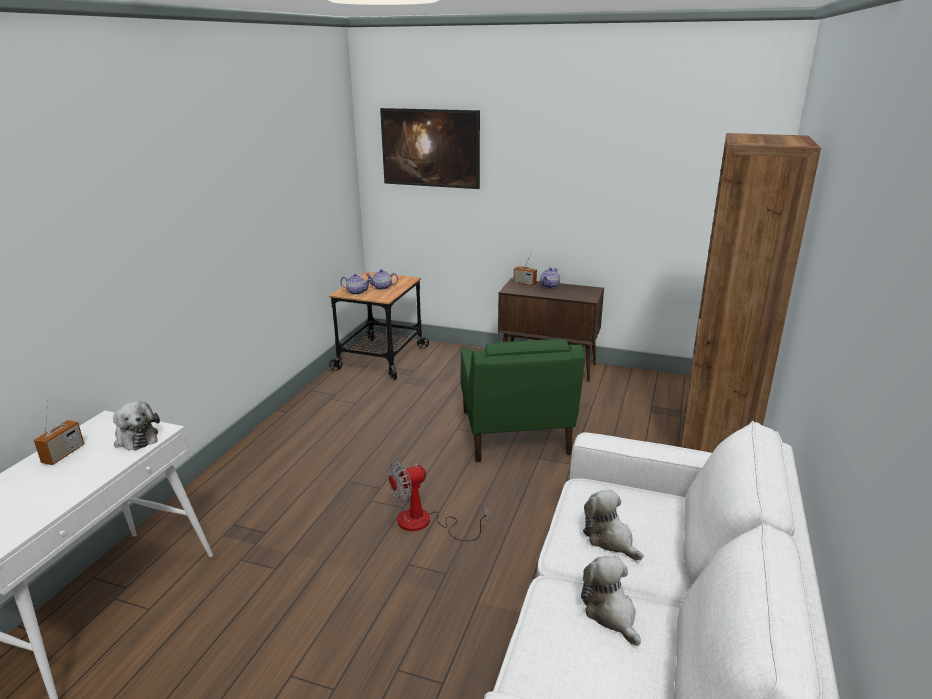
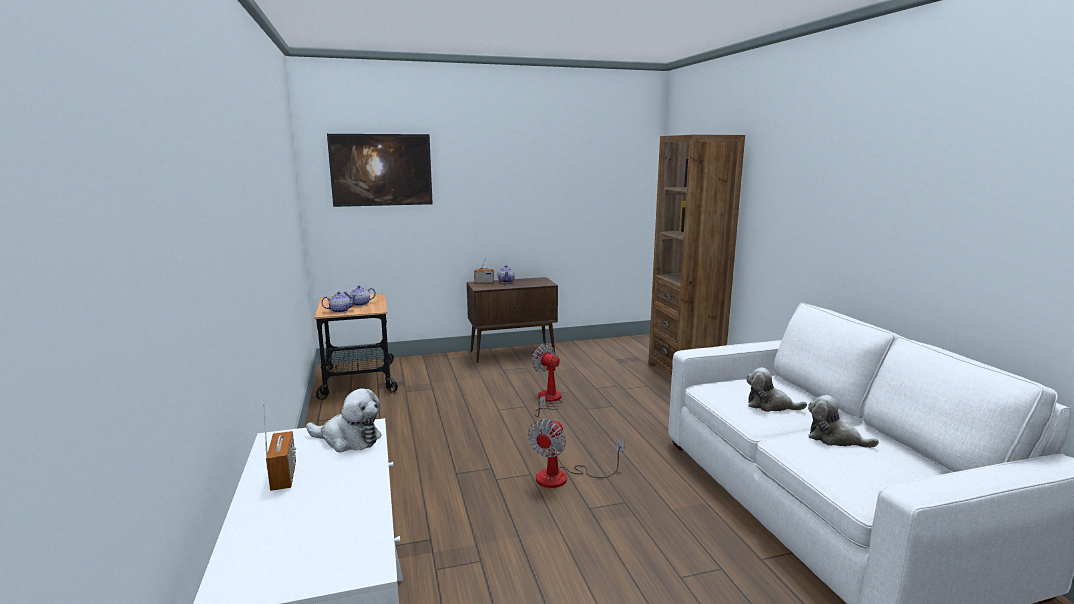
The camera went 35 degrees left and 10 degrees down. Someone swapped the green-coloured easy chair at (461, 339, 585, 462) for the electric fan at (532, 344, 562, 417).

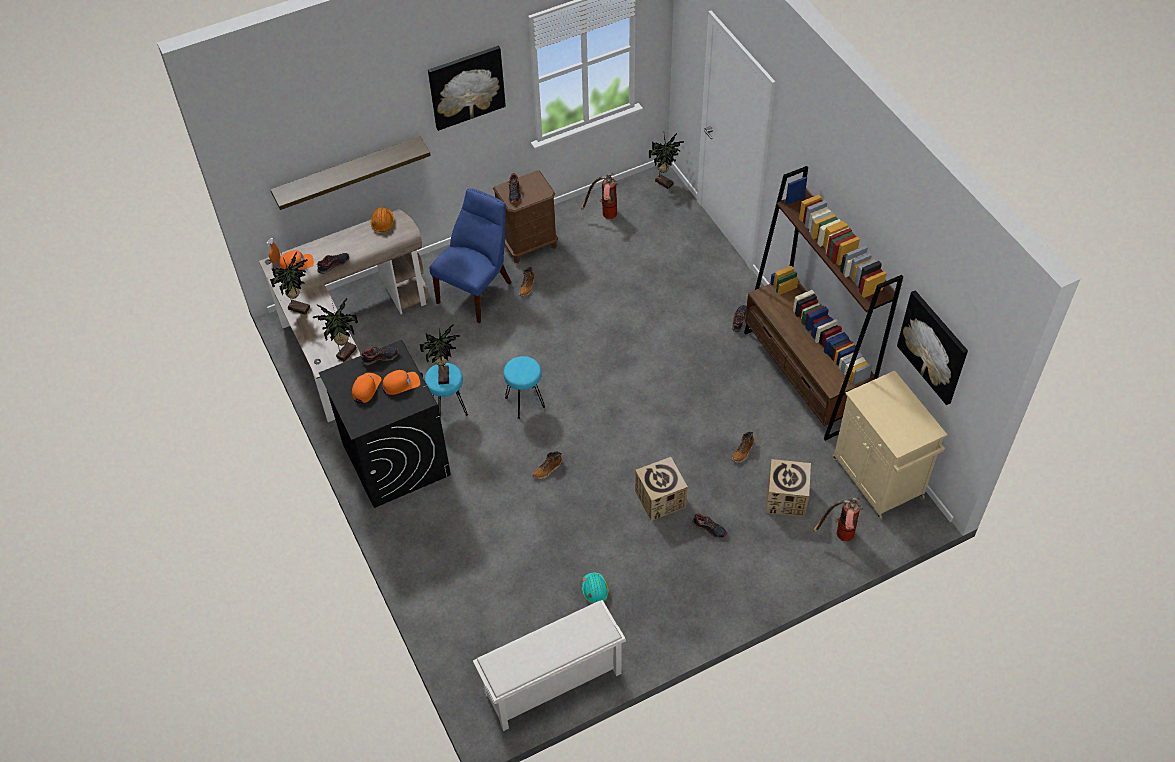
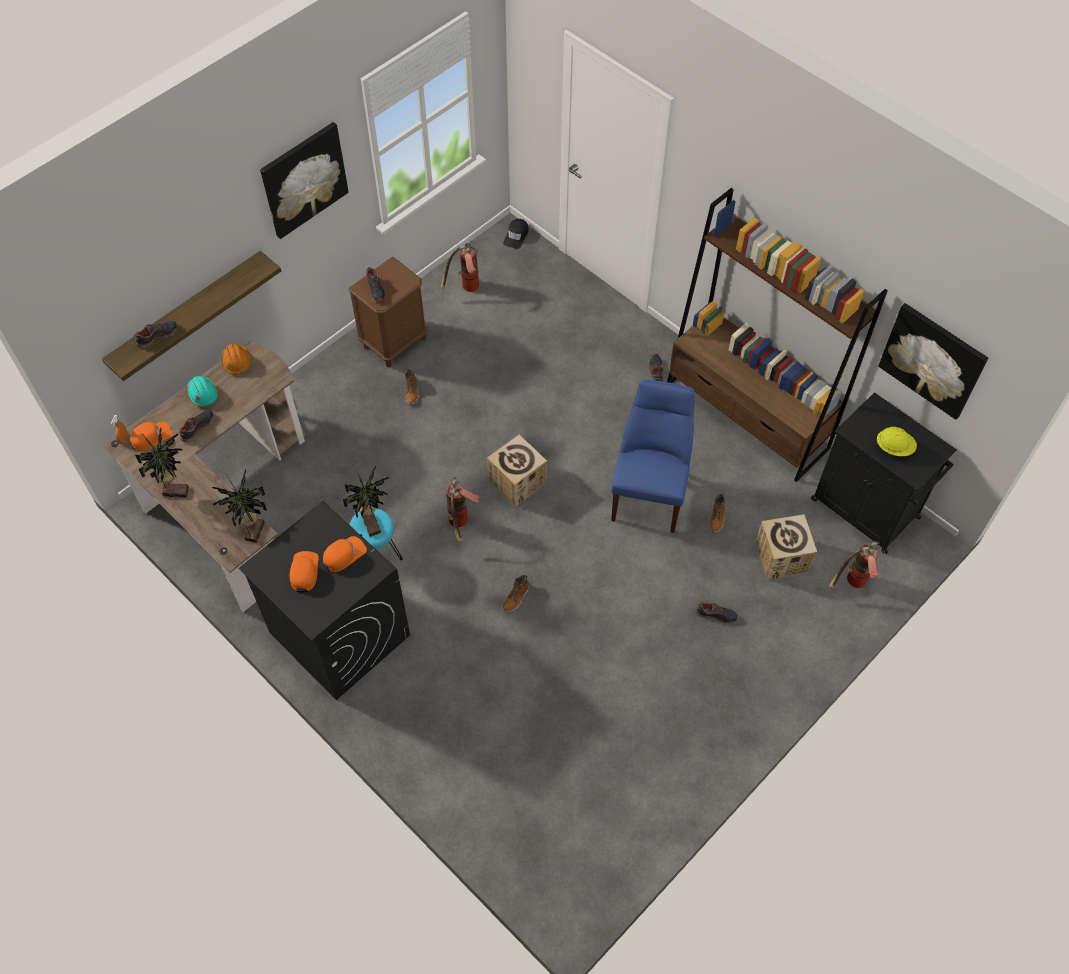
The camera went 20 degrees left and 5 degrees up. Someone took away the white shoe shelf at (473, 600, 626, 731). Someone put down the yellow hard hat at (877, 427, 917, 456). Someone carried the low shoe from (360, 347, 398, 365) to (134, 321, 178, 348). Someone carried the bluish chair from (429, 188, 512, 323) to (611, 380, 695, 533). Someone carried the turquoise hard hat from (582, 572, 609, 604) to (187, 376, 218, 407). Someone carried the carton from (635, 457, 688, 521) to (487, 435, 547, 507). Someone swapped the turquoise sitting stool at (504, 356, 545, 419) for the extinguisher at (446, 477, 479, 543). Someone swapped the houseplant at (649, 133, 684, 189) for the blackish cap at (503, 219, 529, 249). Someone repainted the beige-coloured cupboard at (832, 371, 947, 520), which became the blackish cupboard at (811, 392, 956, 554).

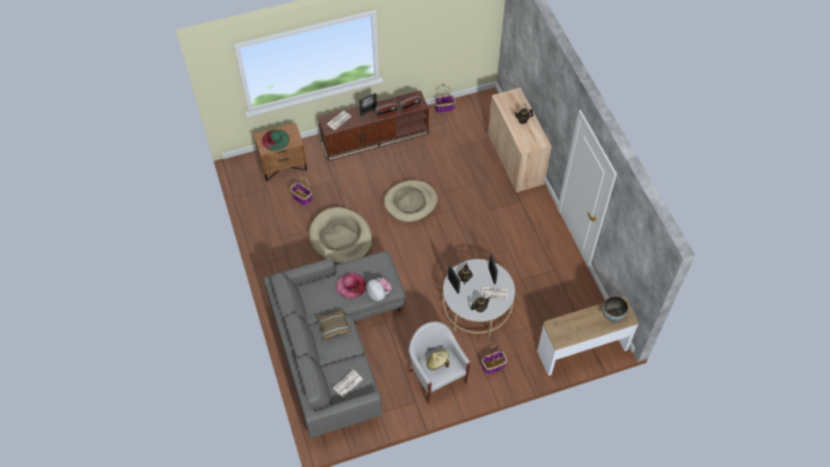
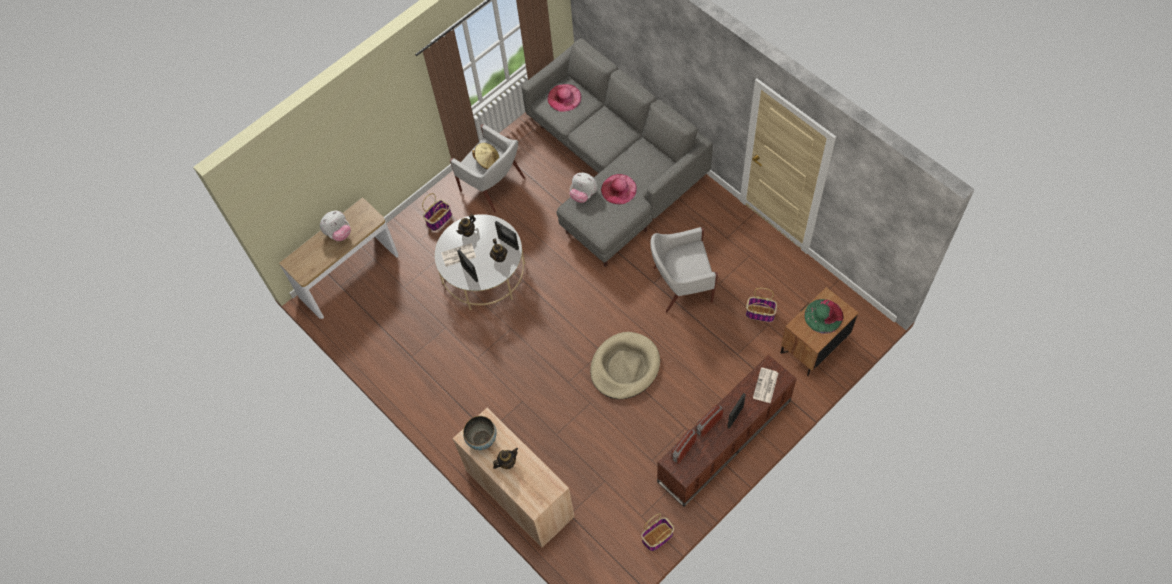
The camera went 160 degrees right and 5 degrees up. Someone took away the pillow at (316, 309, 351, 341). Someone put down the soft toy at (320, 211, 351, 241). Someone carried the deep dish from (602, 296, 628, 322) to (463, 416, 496, 450). Someone swapped the beige-coloured dog bed at (309, 207, 373, 264) for the white easy chair at (650, 227, 718, 312). Someone swapped the daily paper at (333, 370, 363, 397) for the pink-coloured clothing hat at (547, 84, 581, 112).

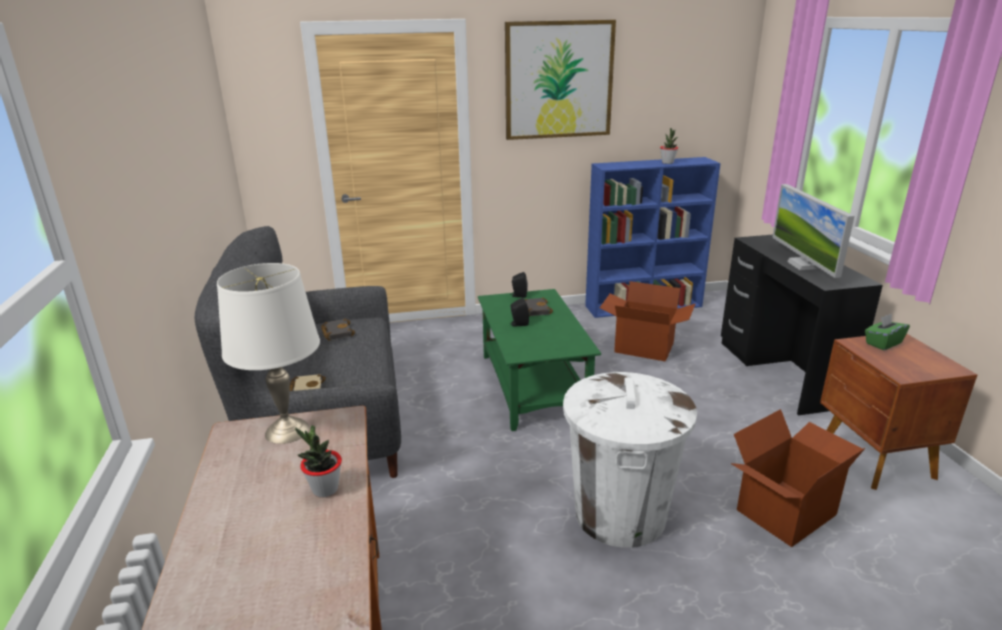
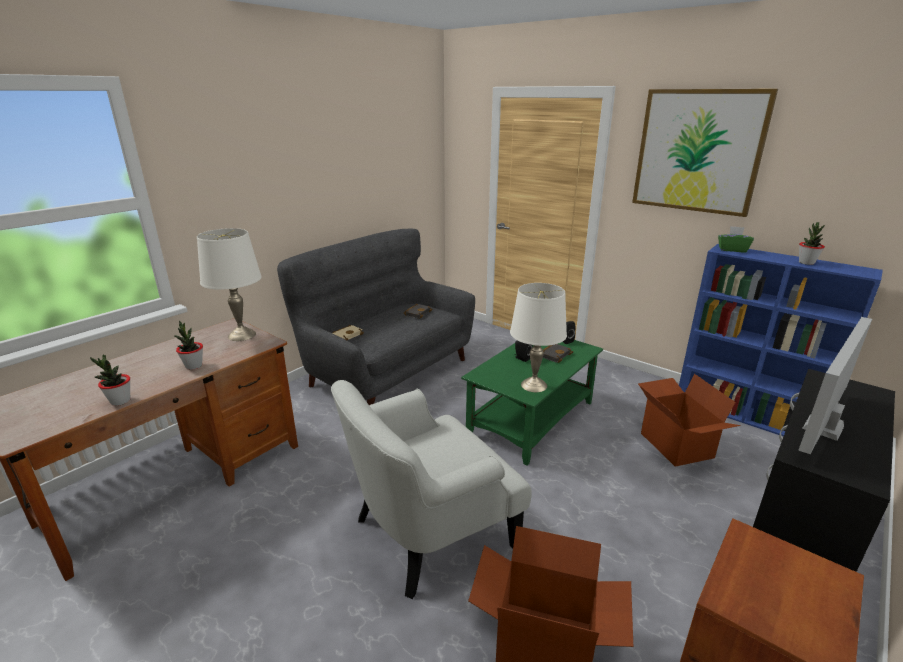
The camera went 50 degrees right and 0 degrees up. Someone put down the houseplant at (90, 355, 130, 406). Someone put down the white table lamp at (510, 283, 567, 392). Someone carried the green-coloured tissue holder from (865, 314, 910, 350) to (718, 226, 754, 252). Someone swapped the white rubbish bin at (563, 372, 697, 548) for the white easy chair at (331, 380, 532, 599).

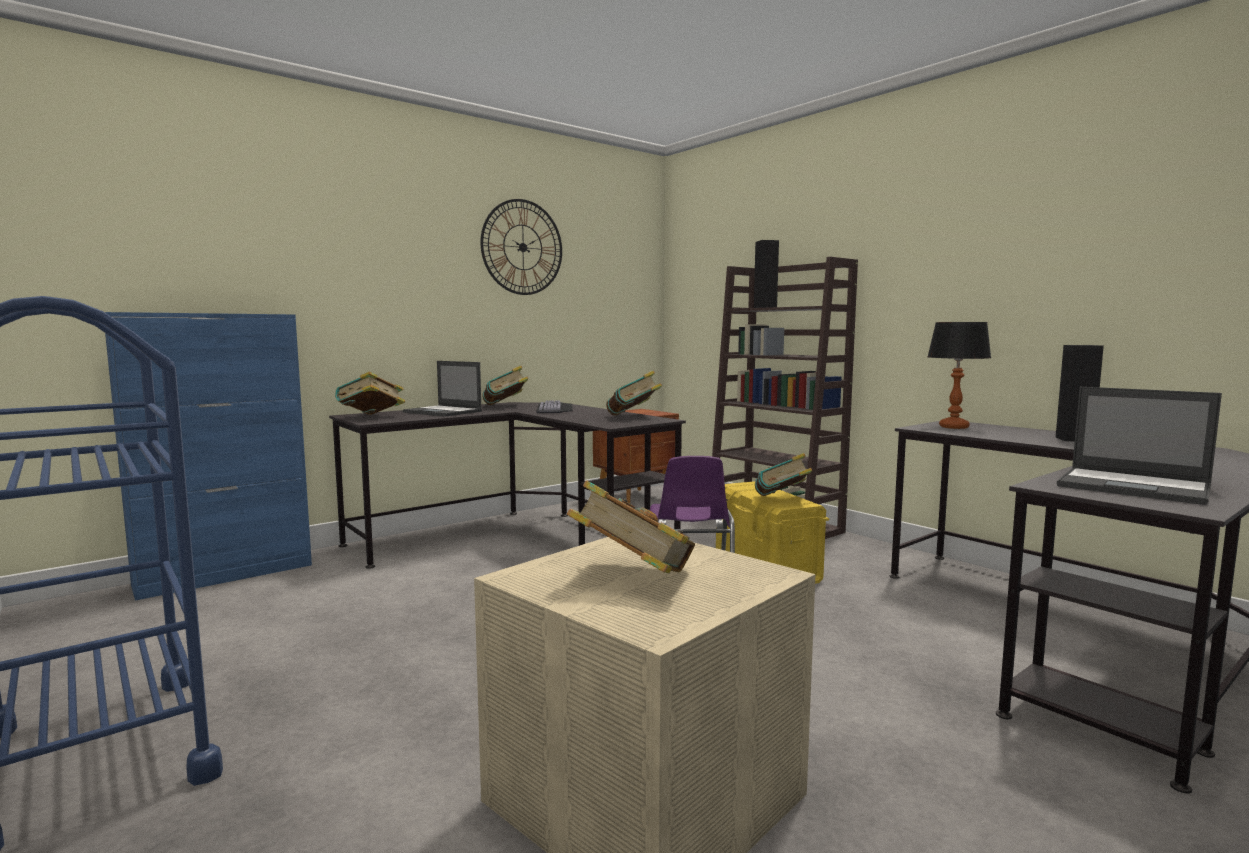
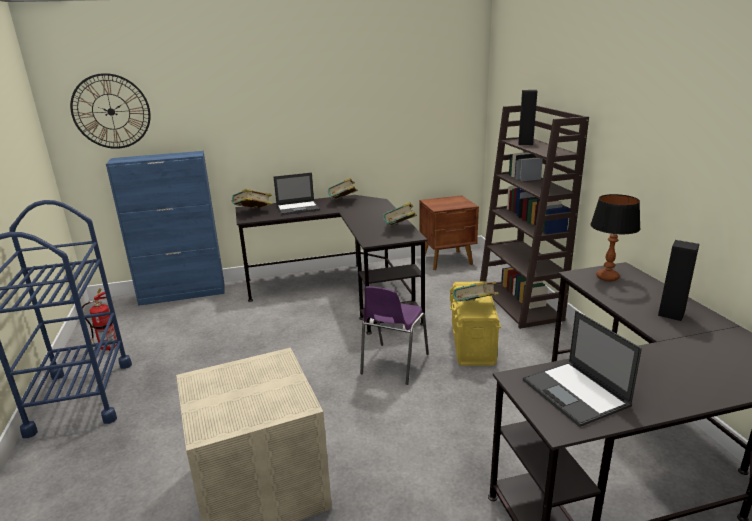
The camera went 25 degrees right and 15 degrees up. Someone took away the PC keyboard at (536, 400, 573, 413). Someone took away the bound book at (567, 480, 695, 573). Someone put down the extinguisher at (82, 289, 117, 351). Someone carried the clock on the wall from (481, 199, 562, 295) to (70, 73, 151, 149). Someone rotated the laptop at (403, 361, 482, 417) by 75 degrees counterclockwise.

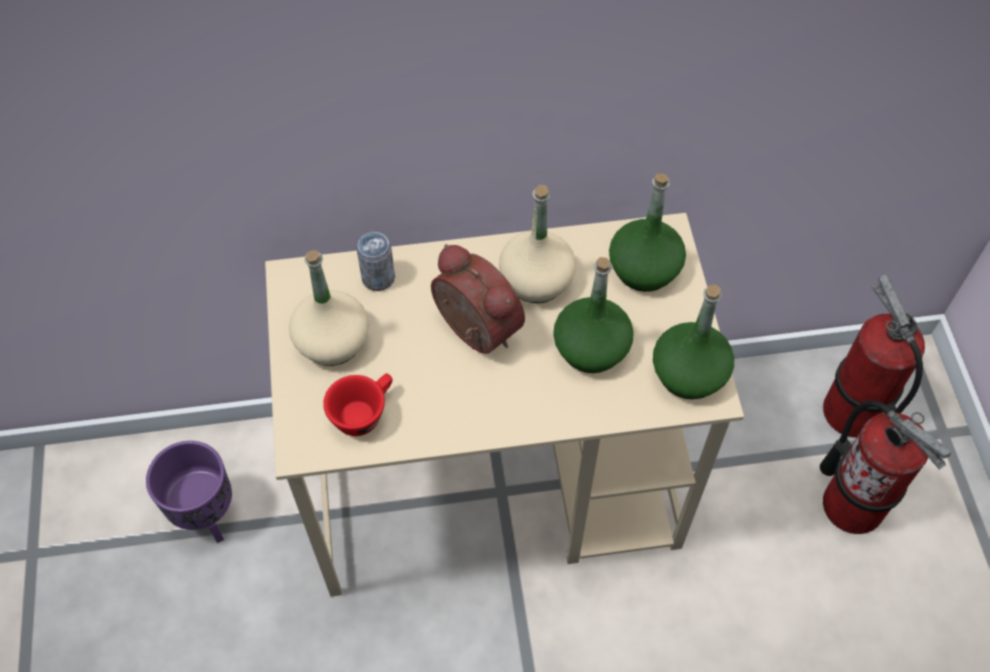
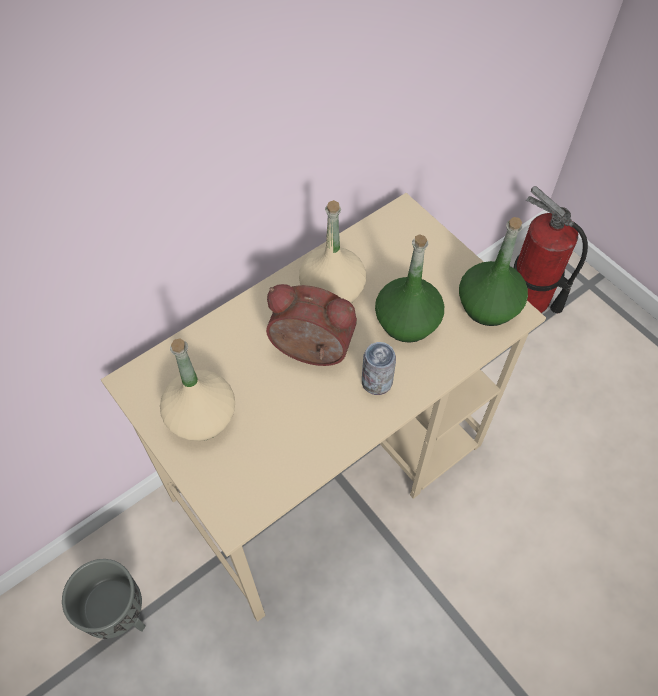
The camera went 30 degrees left and 0 degrees up. Someone took away the red-coloured cup at (323, 374, 392, 436). Someone took away the green-coloured beverage bottle at (609, 174, 686, 292). Someone took away the extinguisher at (820, 401, 951, 534). Someone carried the metal can from (357, 232, 395, 291) to (362, 342, 396, 395). Someone repainted the purple-coloured plant pot at (146, 441, 232, 543), which became the grey plant pot at (62, 559, 146, 639).

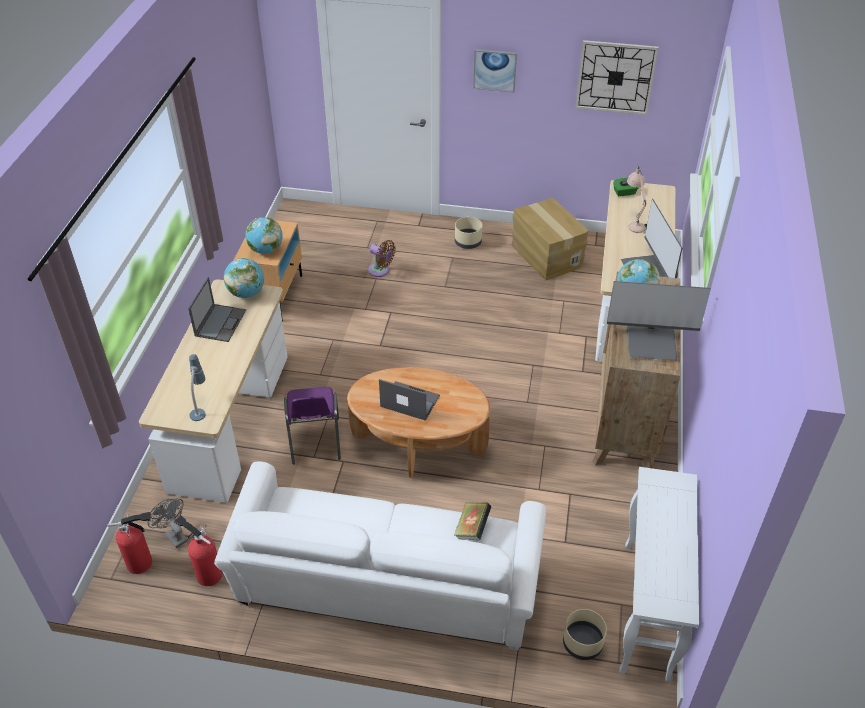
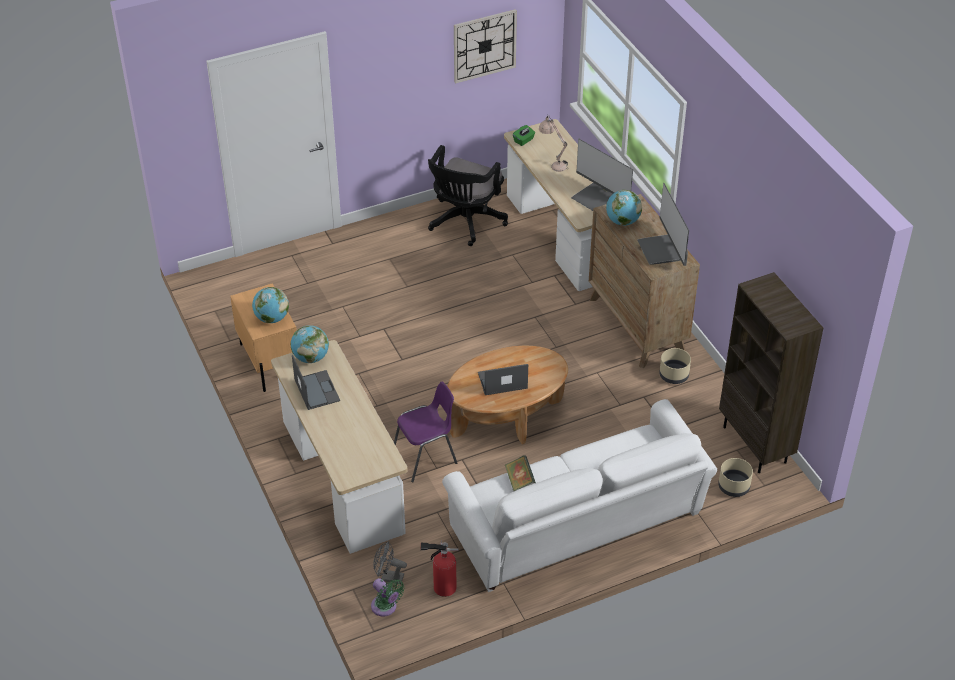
The camera went 35 degrees left and 0 degrees up. Someone took away the table lamp at (189, 354, 206, 421). Someone took away the brownish electric fan at (368, 240, 396, 277). Someone took away the picture at (473, 49, 517, 92). Someone carried the bound book from (454, 502, 491, 540) to (505, 455, 536, 491). Someone carried the beige-coloured plant pot from (455, 217, 482, 249) to (659, 348, 691, 384). Someone swapped the extinguisher at (108, 512, 152, 574) for the green-coloured electric fan at (371, 578, 404, 617). Someone swapped the carton at (512, 197, 588, 280) for the blackish desk chair at (428, 145, 508, 246). Someone swapped the white console table at (619, 467, 699, 682) for the brownish bookshelf at (719, 272, 823, 473). Someone rotated the purple-coloured chair at (284, 387, 341, 464) by 75 degrees counterclockwise. Someone rotated the computer screen at (607, 281, 711, 361) by 105 degrees clockwise.

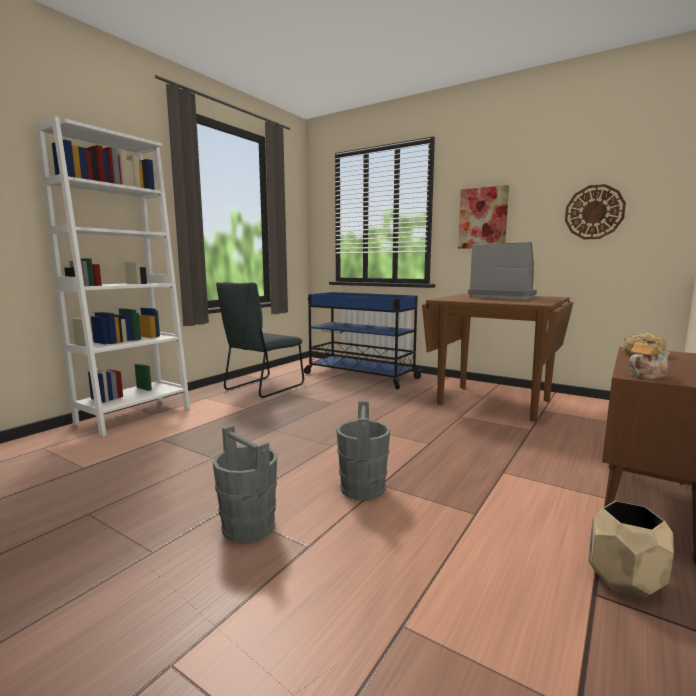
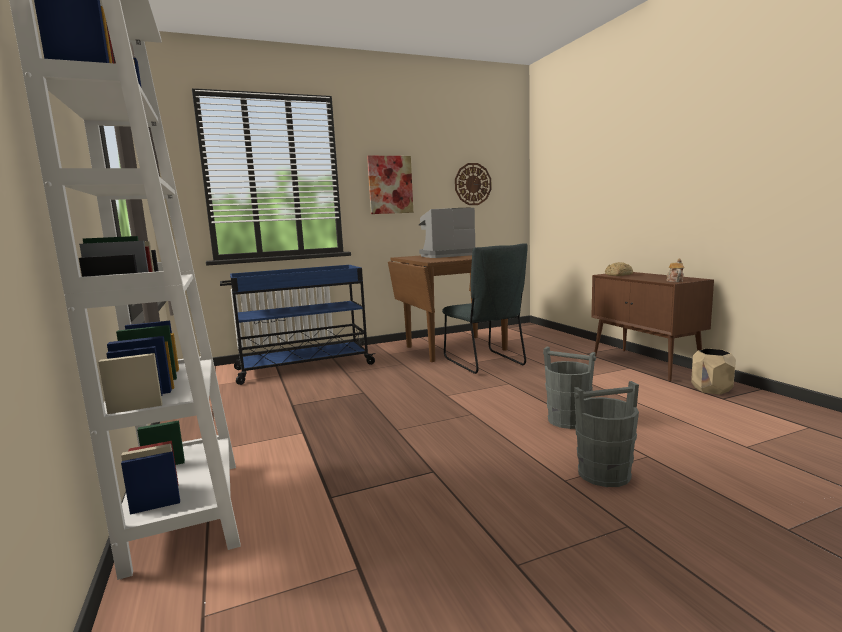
The camera went 55 degrees left and 0 degrees up. Someone carried the grey chair from (216, 282, 304, 398) to (442, 243, 528, 374).

